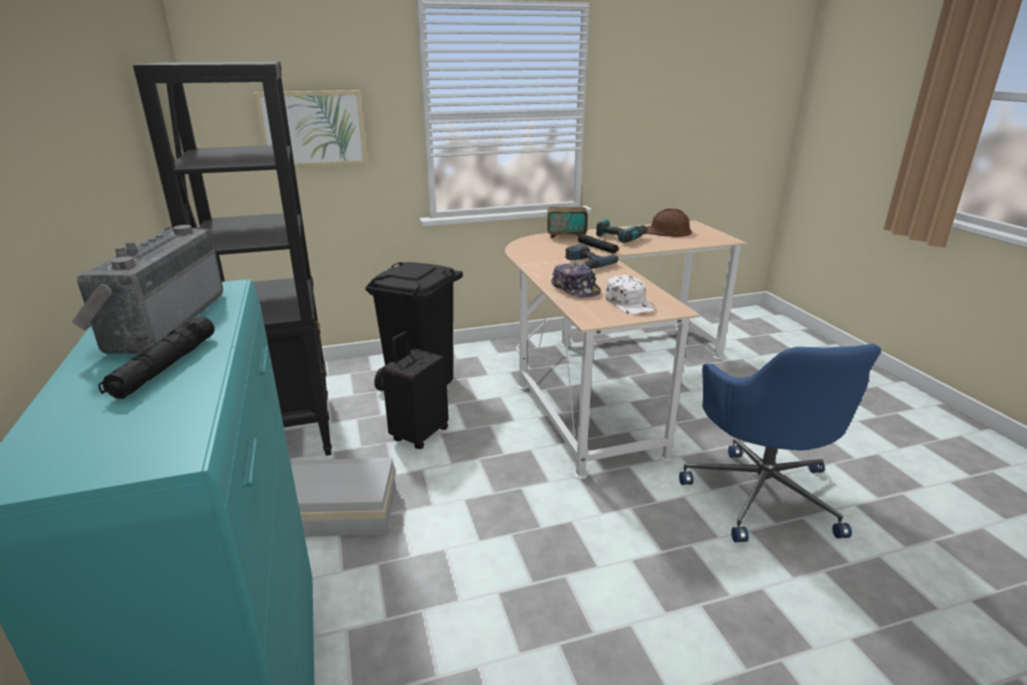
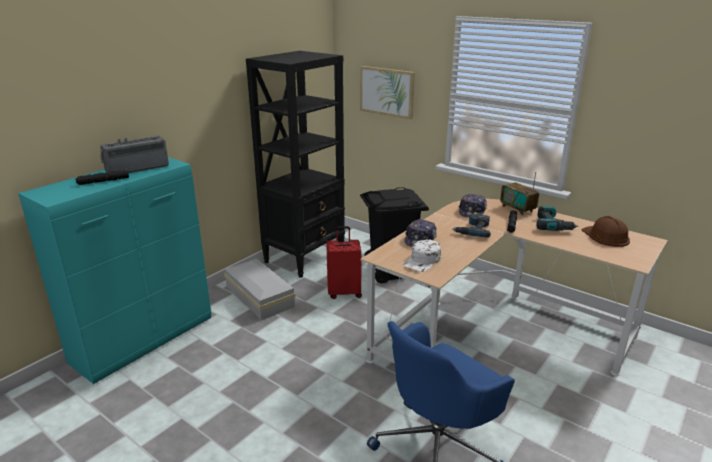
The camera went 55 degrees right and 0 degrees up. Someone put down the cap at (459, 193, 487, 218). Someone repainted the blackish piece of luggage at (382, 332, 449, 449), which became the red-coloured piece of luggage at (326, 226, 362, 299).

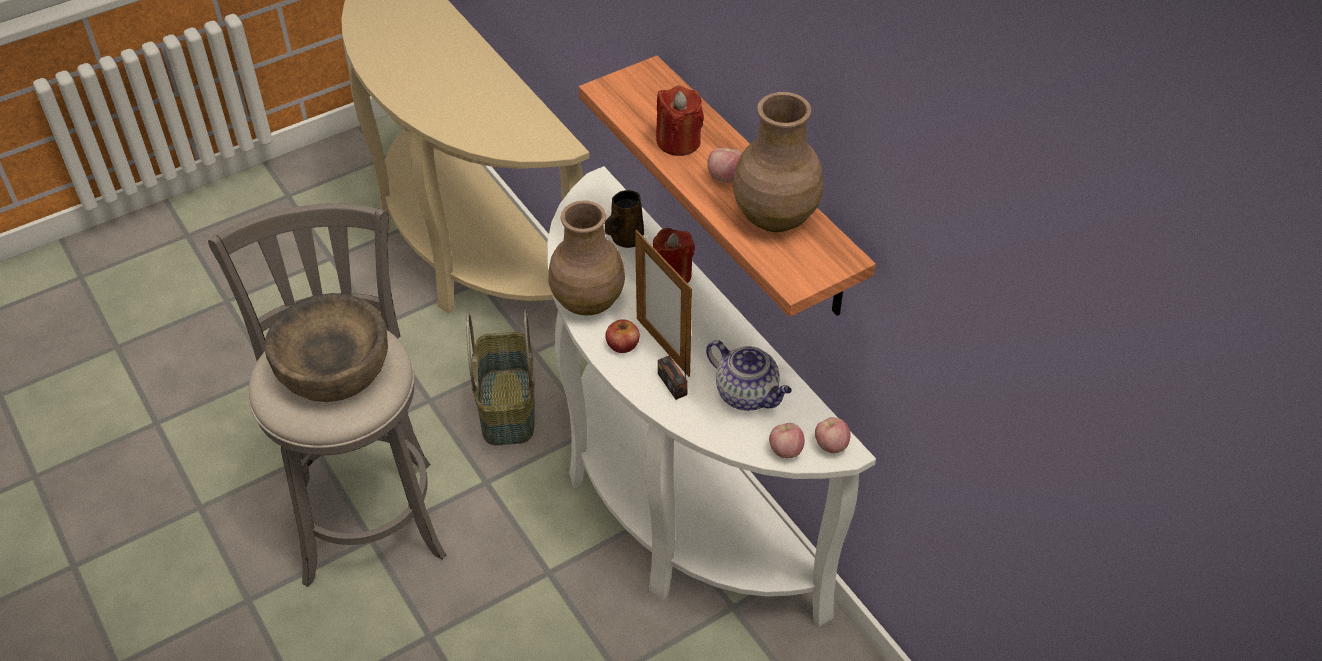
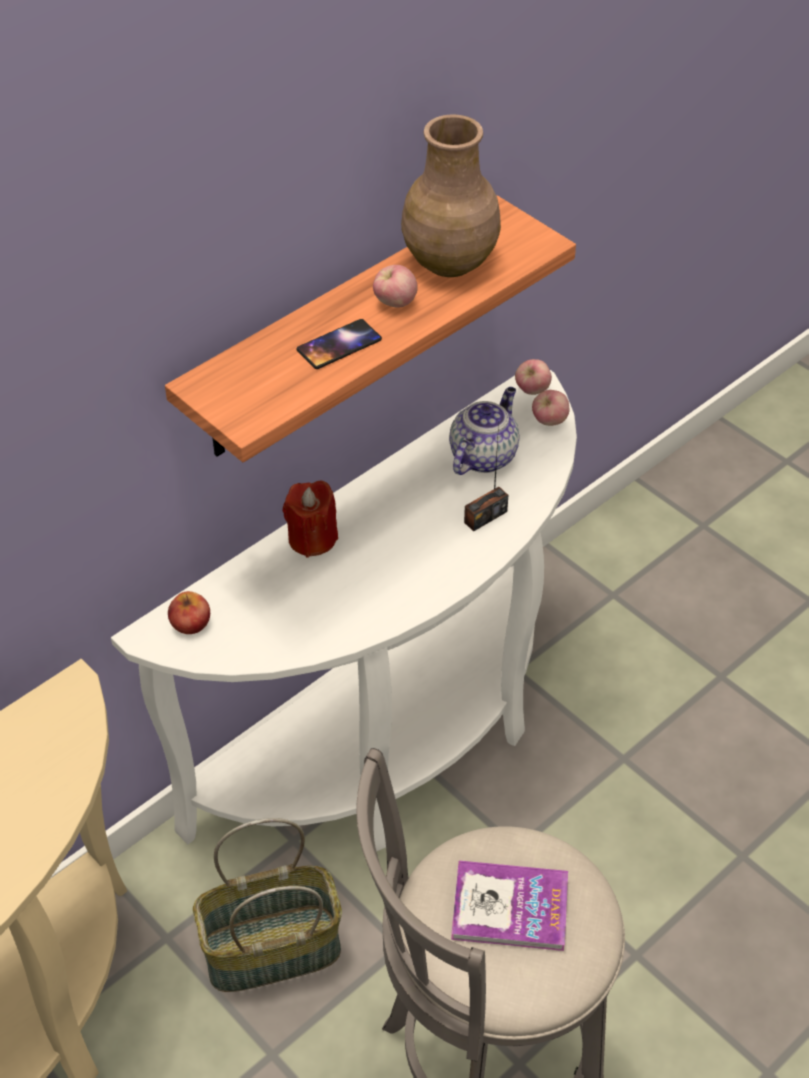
The camera went 100 degrees left and 0 degrees up. Someone took away the brownish decorative vase at (548, 200, 625, 316). Someone took away the brownish mug at (605, 190, 644, 248). Someone took away the standing frame at (635, 230, 692, 377). Someone carried the apple from (605, 320, 640, 353) to (168, 591, 210, 634). Someone swapped the brownish deep dish at (265, 293, 388, 402) for the bound book at (451, 861, 568, 951). Someone swapped the red-coloured wax light at (656, 86, 704, 156) for the handset at (296, 319, 382, 369).

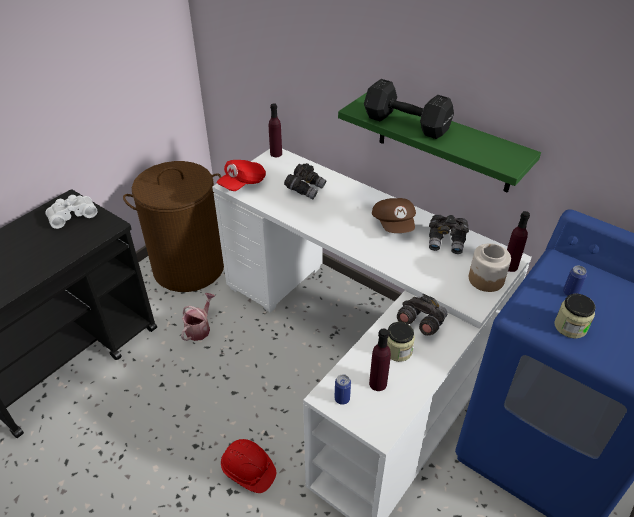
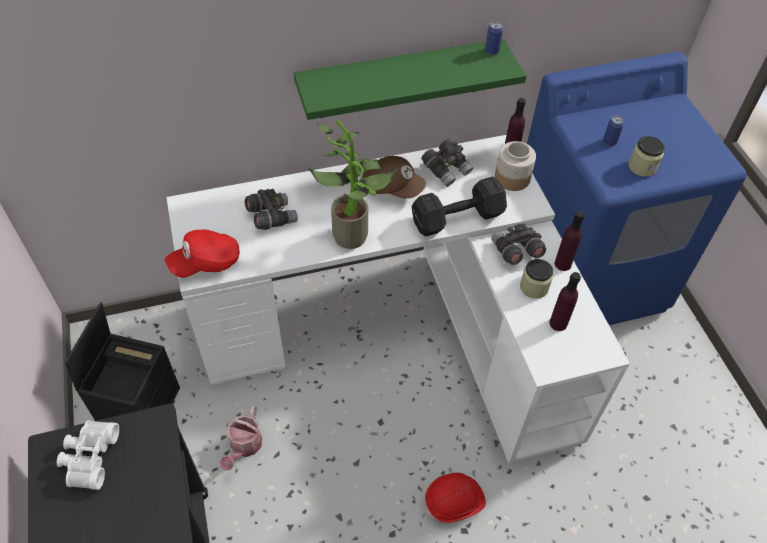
The camera went 55 degrees left and 10 degrees up. Someone put down the houseplant at (308, 120, 398, 249). Someone carried the purple-coloured beverage bottle from (269, 103, 282, 157) to (555, 211, 584, 271). Someone carried the metal can from (335, 374, 351, 405) to (485, 21, 503, 55). Someone carried the blackish free weight from (364, 79, 454, 139) to (412, 177, 507, 237). Someone swapped the brownish washing basket at (123, 161, 224, 292) for the blackish storage container at (65, 302, 180, 421). Someone rotated the watering pot at (181, 293, 215, 341) by 135 degrees counterclockwise. Someone rotated the red-coloured cap at (216, 160, 266, 191) by 75 degrees clockwise.

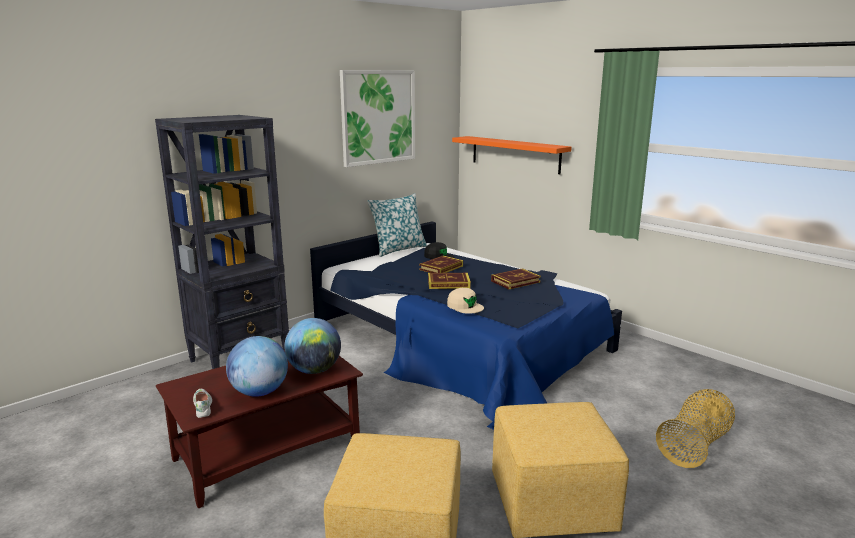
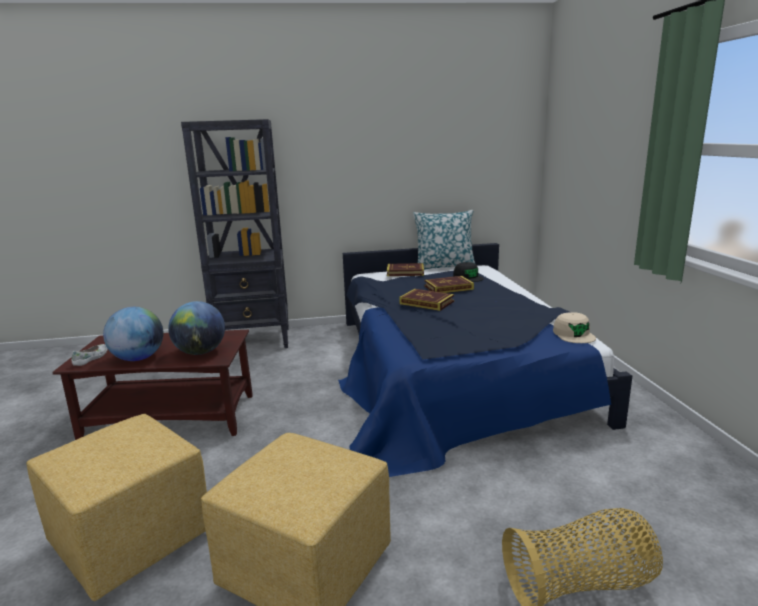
The camera went 35 degrees right and 0 degrees up. Someone took away the picture at (340, 70, 415, 167). Someone took away the orange-coloured bracket shelf at (452, 136, 572, 174). Someone carried the beige-coloured cap from (447, 288, 484, 314) to (553, 312, 596, 343). Someone carried the bound book from (491, 268, 541, 289) to (387, 263, 424, 276).

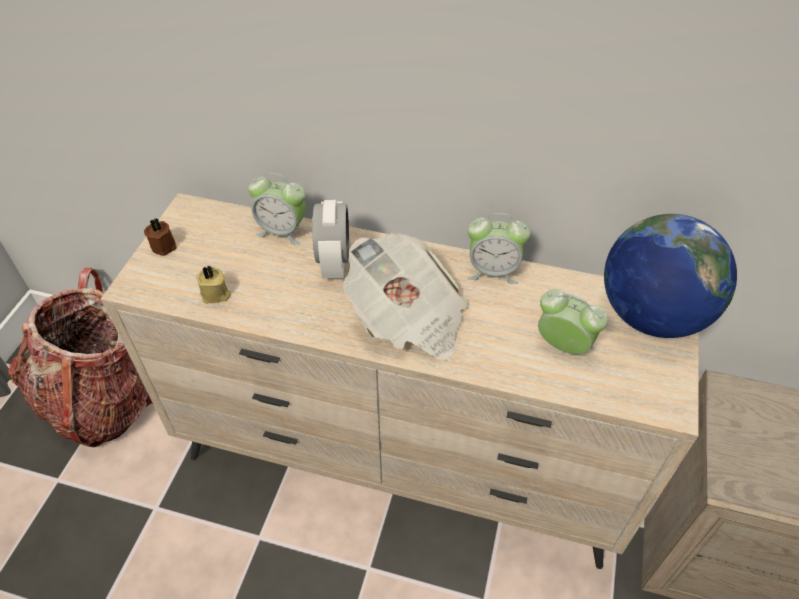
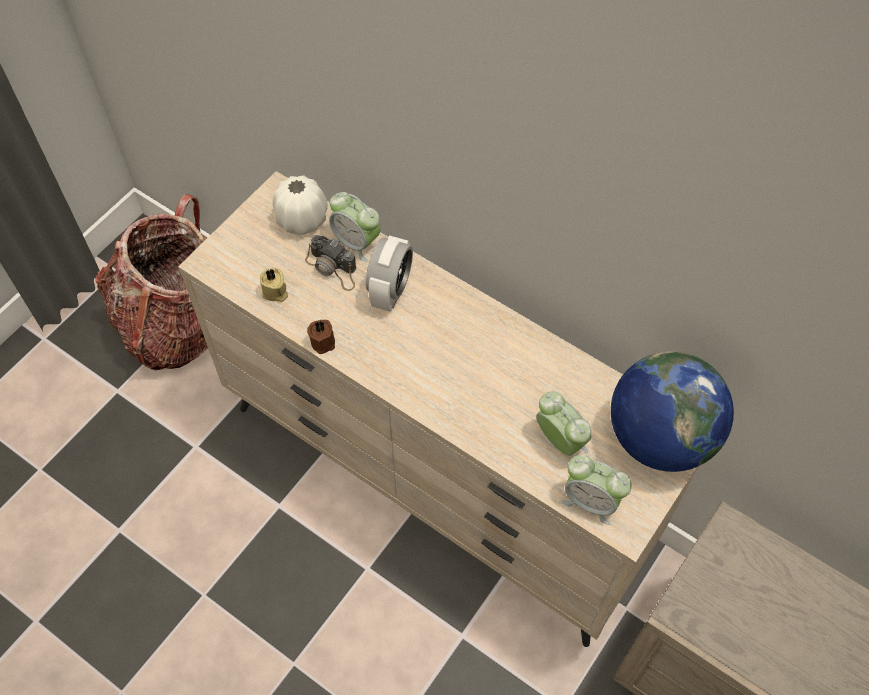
The camera went 20 degrees right and 10 degrees up. Someone took away the daily paper at (343, 233, 468, 361). Someone put down the white decorative vase at (273, 175, 328, 235). Someone put down the photo camera at (305, 235, 357, 291). Someone carried the brownish wax light from (144, 218, 177, 256) to (307, 320, 335, 354). Someone carried the bedside clock from (467, 213, 531, 284) to (561, 455, 632, 525).

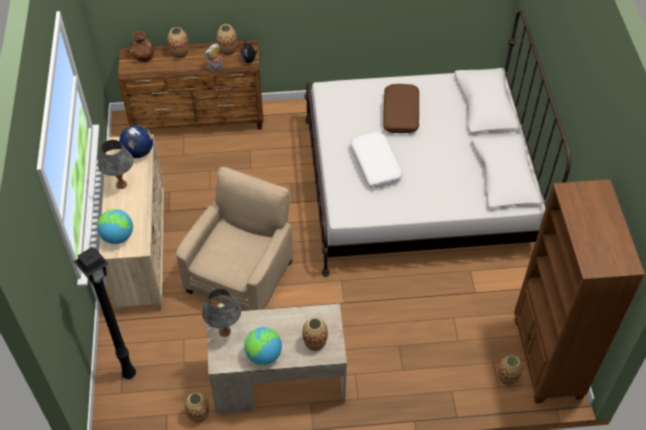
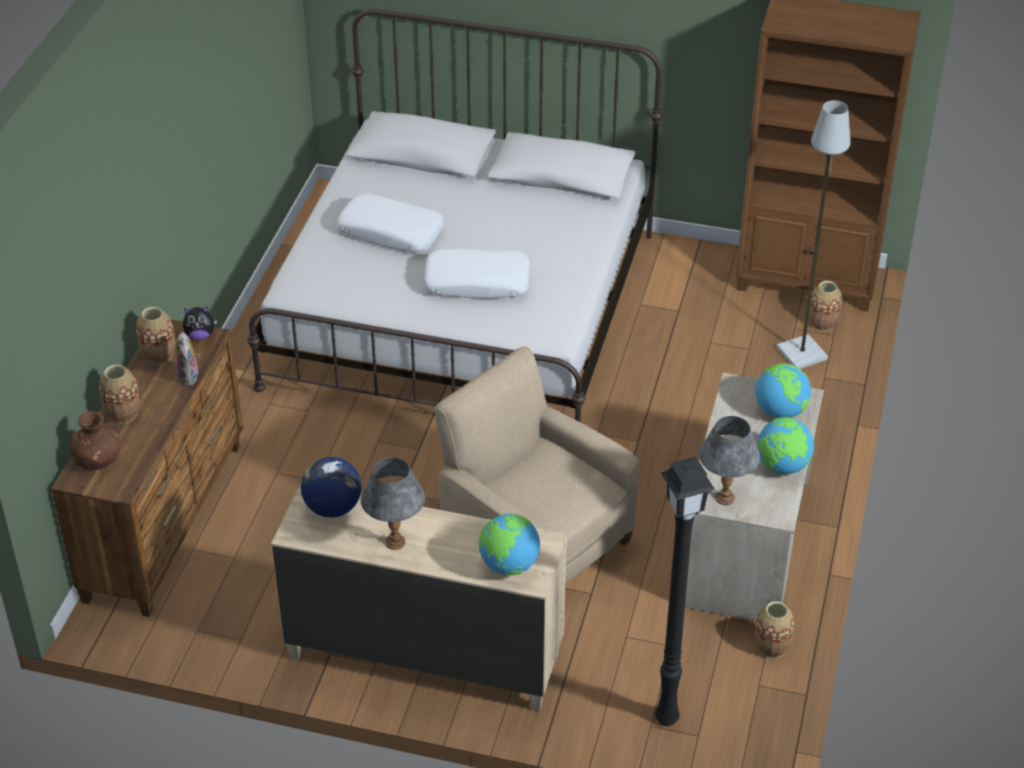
The camera went 70 degrees left and 10 degrees down. Someone put down the grey floor lamp at (776, 100, 851, 369). Someone swapped the decorative vase at (302, 317, 328, 351) for the desk globe at (755, 363, 811, 418). Someone repainted the brownish pillow at (383, 84, 419, 133), which became the white pillow at (337, 193, 444, 252).

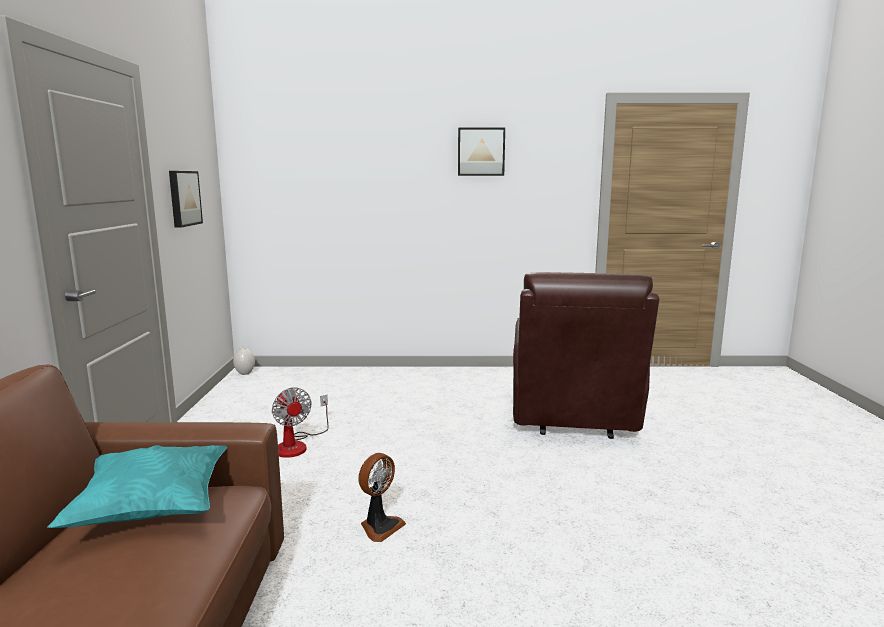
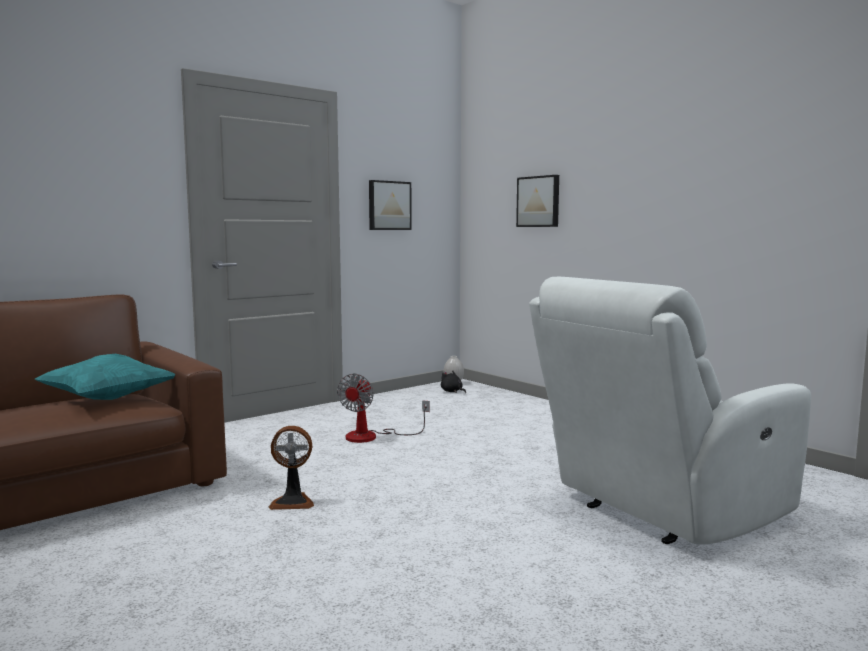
The camera went 50 degrees right and 5 degrees down. Someone put down the blackish soft toy at (441, 371, 466, 393). Someone carried the picture from (458, 128, 505, 176) to (516, 175, 559, 227). Someone repainted the brownish easy chair at (513, 272, 659, 439), which became the white easy chair at (529, 277, 811, 544).

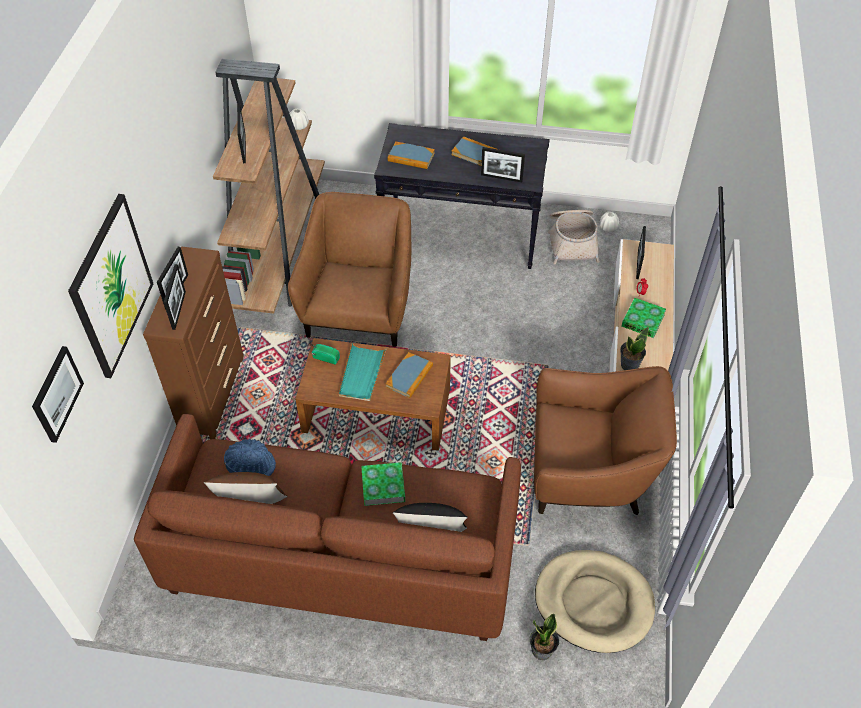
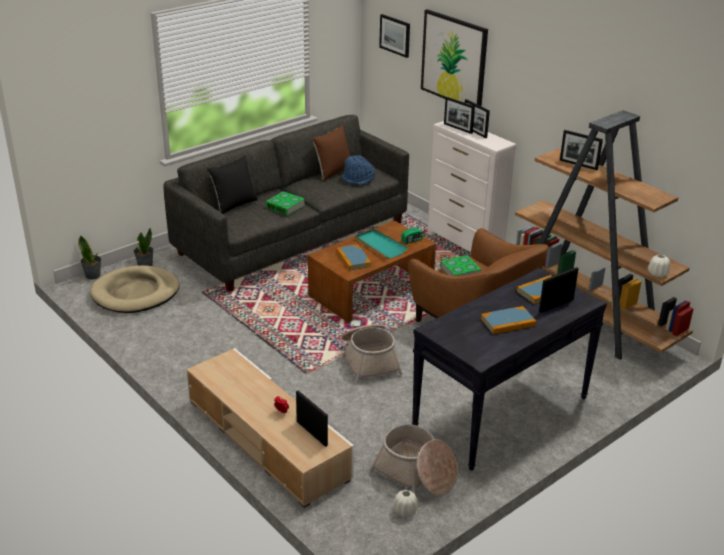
The camera went 130 degrees right and 20 degrees down. Someone took away the brownish easy chair at (534, 366, 677, 515). Someone put down the household basket at (341, 324, 403, 383). Someone carried the standing frame from (481, 147, 525, 182) to (539, 267, 579, 313). Someone carried the houseplant from (620, 326, 649, 370) to (78, 235, 101, 280). Someone carried the bound book from (622, 298, 666, 338) to (440, 255, 482, 276). Someone repainted the brownish settee at (134, 414, 521, 641), which became the grey settee at (164, 115, 409, 292). Someone repainted the brownish drawer chest at (143, 246, 244, 439), which became the white drawer chest at (428, 121, 516, 252).

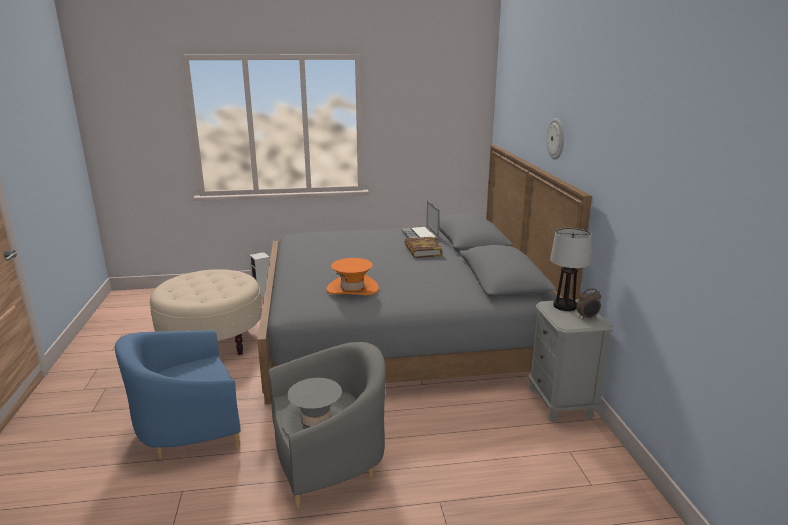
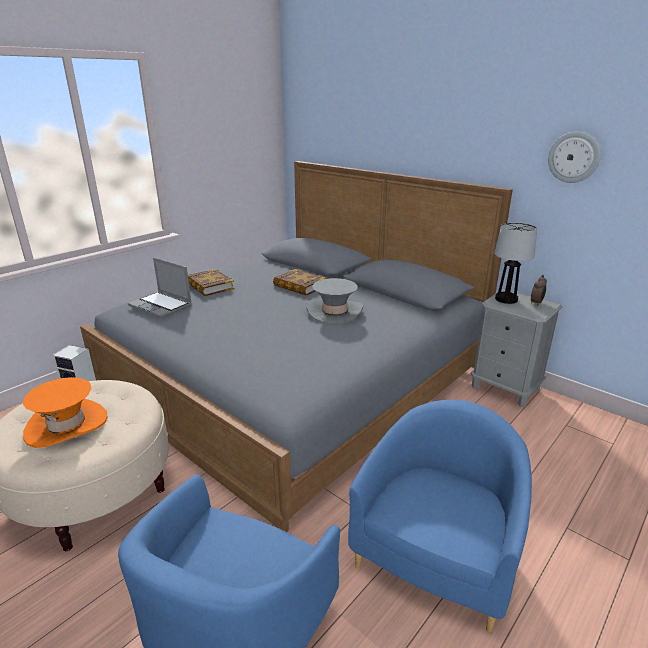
The camera went 40 degrees left and 5 degrees up. Someone put down the bound book at (188, 269, 234, 296). Someone carried the grey clothing hat from (282, 378, 345, 436) to (306, 278, 363, 325). Someone carried the orange-coloured clothing hat from (327, 258, 379, 295) to (23, 377, 108, 448). Someone carried the laptop from (401, 200, 440, 240) to (128, 257, 192, 318). Someone carried the clock on the wall from (547, 118, 564, 160) to (548, 131, 601, 183). Someone repainted the grey easy chair at (268, 342, 386, 509), which became the bluish easy chair at (348, 400, 532, 633).

